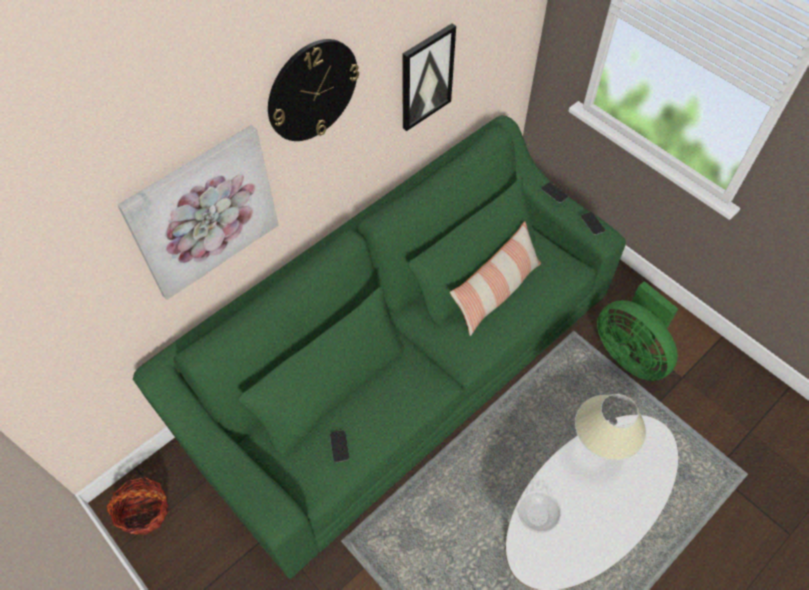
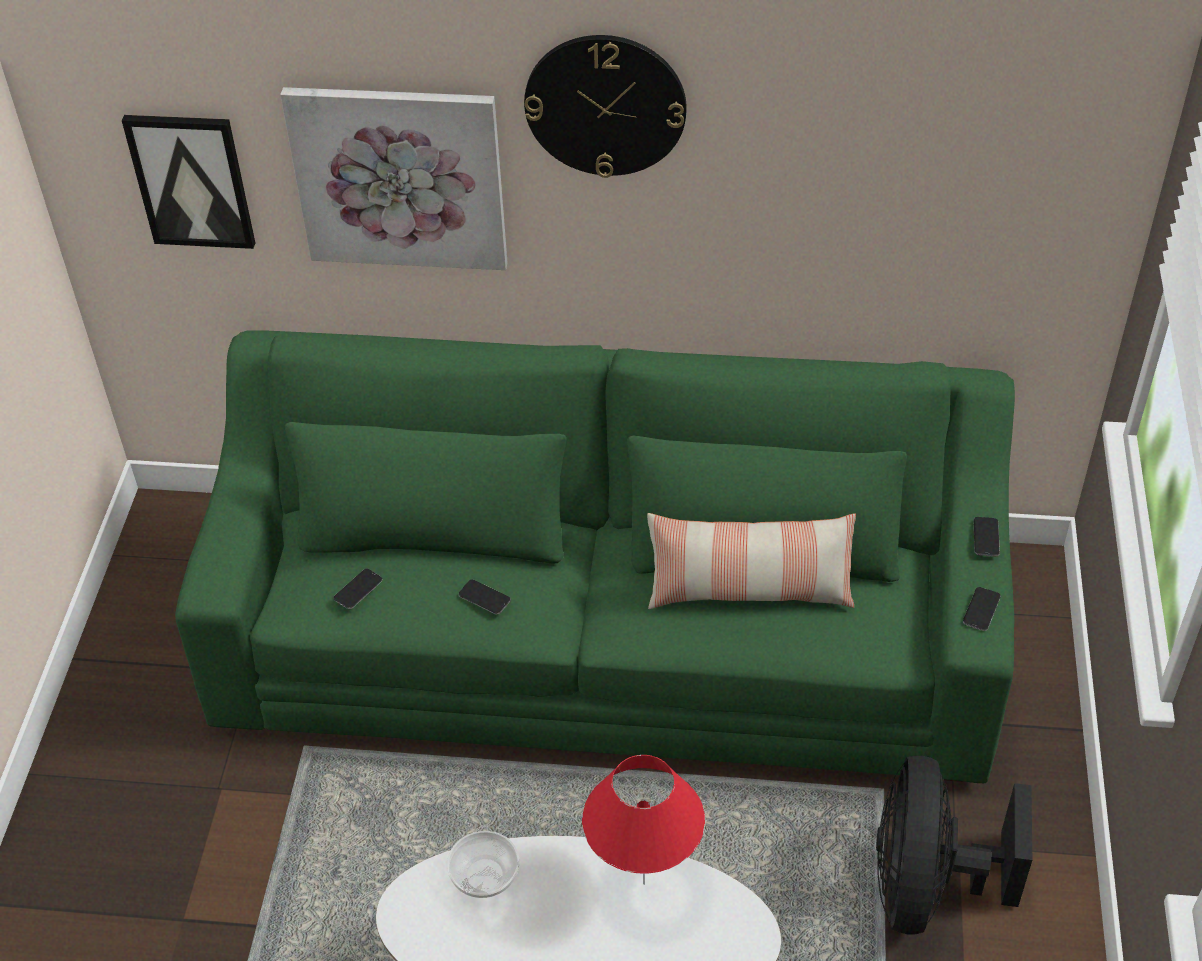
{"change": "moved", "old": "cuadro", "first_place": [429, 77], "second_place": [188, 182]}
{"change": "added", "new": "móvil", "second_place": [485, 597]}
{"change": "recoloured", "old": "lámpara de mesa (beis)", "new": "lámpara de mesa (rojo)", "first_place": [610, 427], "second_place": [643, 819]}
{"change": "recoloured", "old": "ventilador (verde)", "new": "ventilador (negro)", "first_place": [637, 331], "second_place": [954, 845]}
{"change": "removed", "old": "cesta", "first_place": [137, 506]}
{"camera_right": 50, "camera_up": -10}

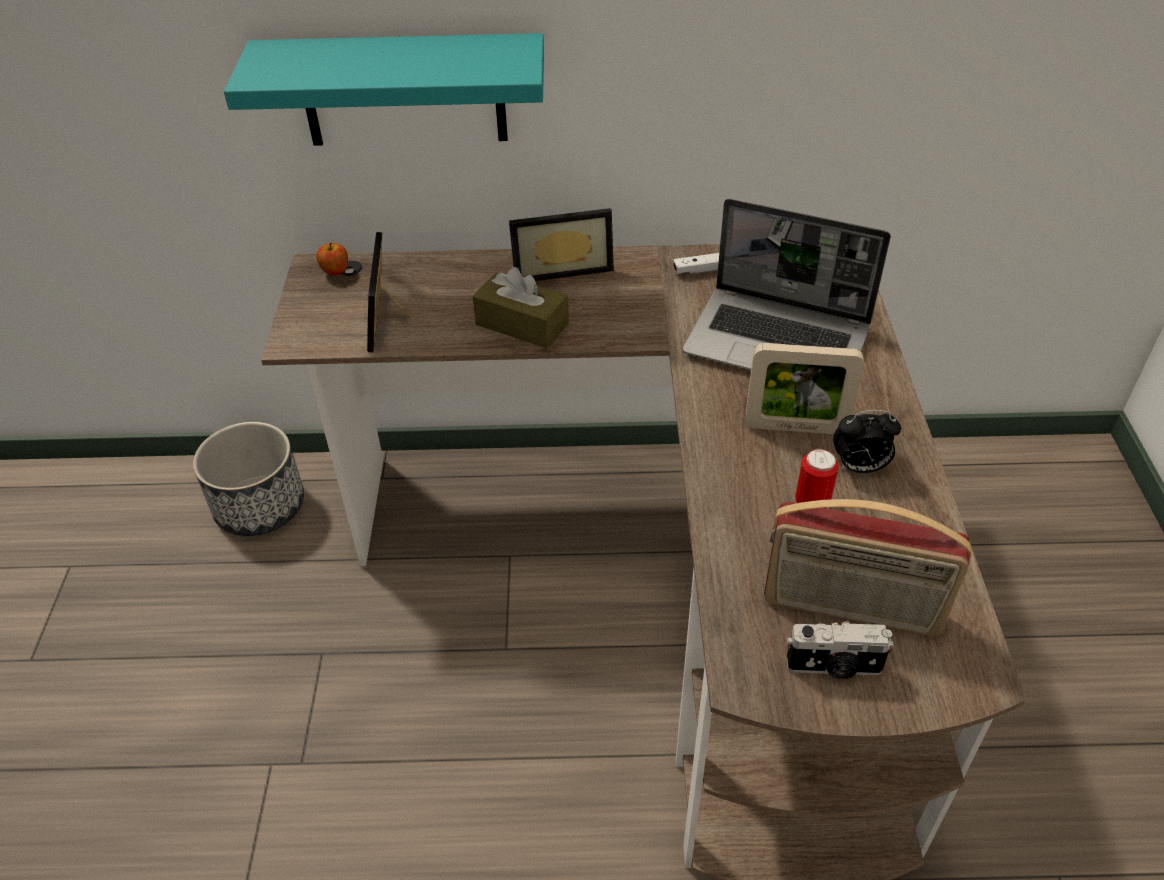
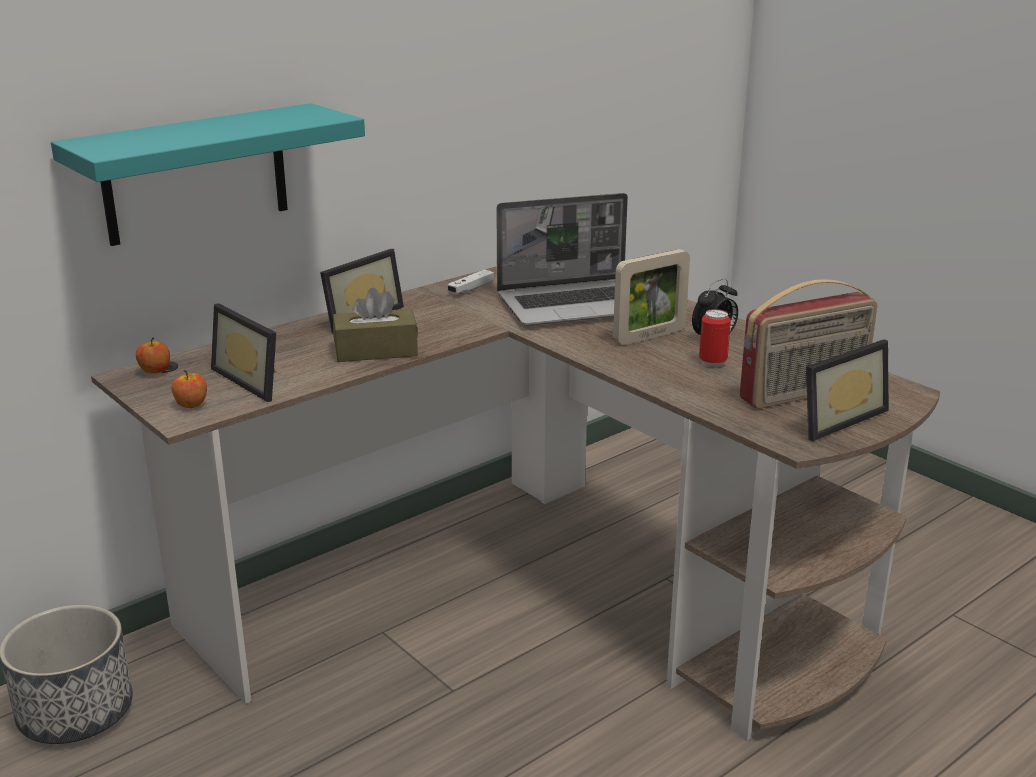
{"change": "added", "new": "manzana", "second_place": [189, 389]}
{"change": "replaced", "old": "cámara", "new": "portarretratos", "first_place": [840, 650], "second_place": [847, 390]}
{"camera_right": -40, "camera_up": -20}

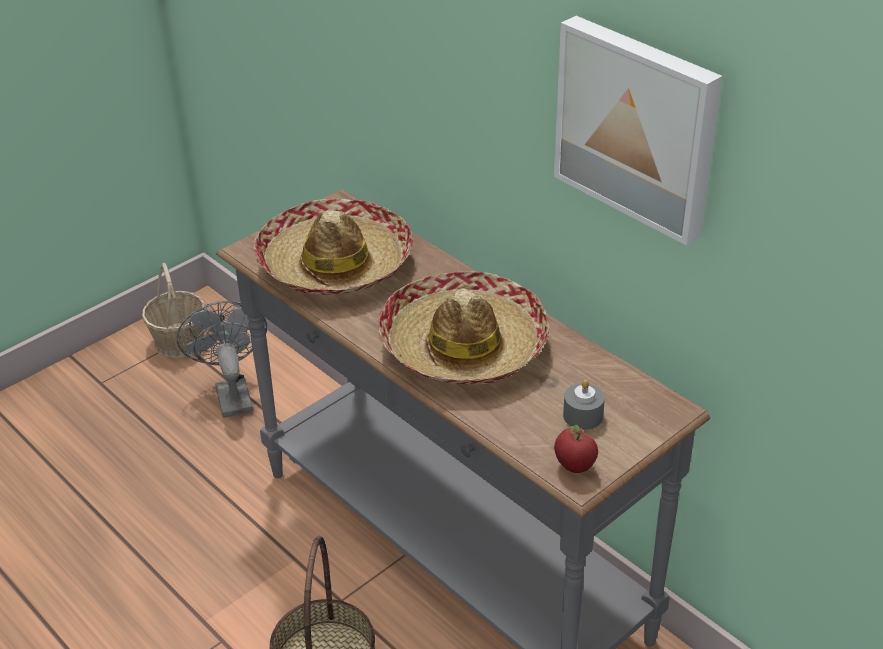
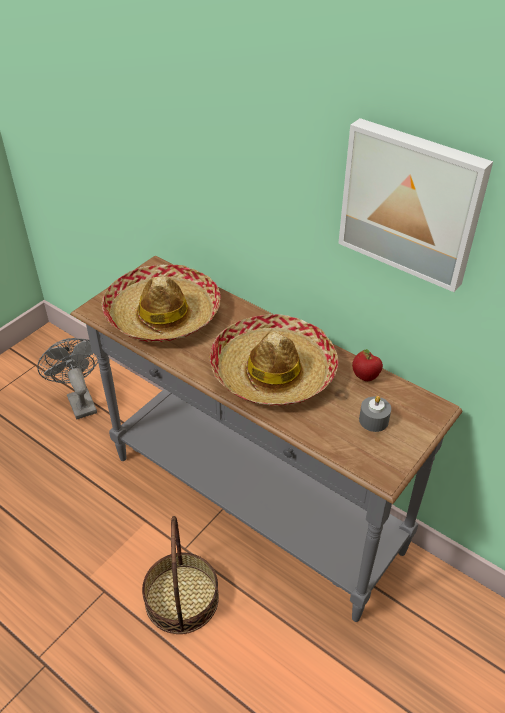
{"change": "moved", "old": "manzana", "first_place": [576, 449], "second_place": [367, 365]}
{"change": "removed", "old": "cesta", "first_place": [174, 310]}
{"camera_right": -10, "camera_up": 5}

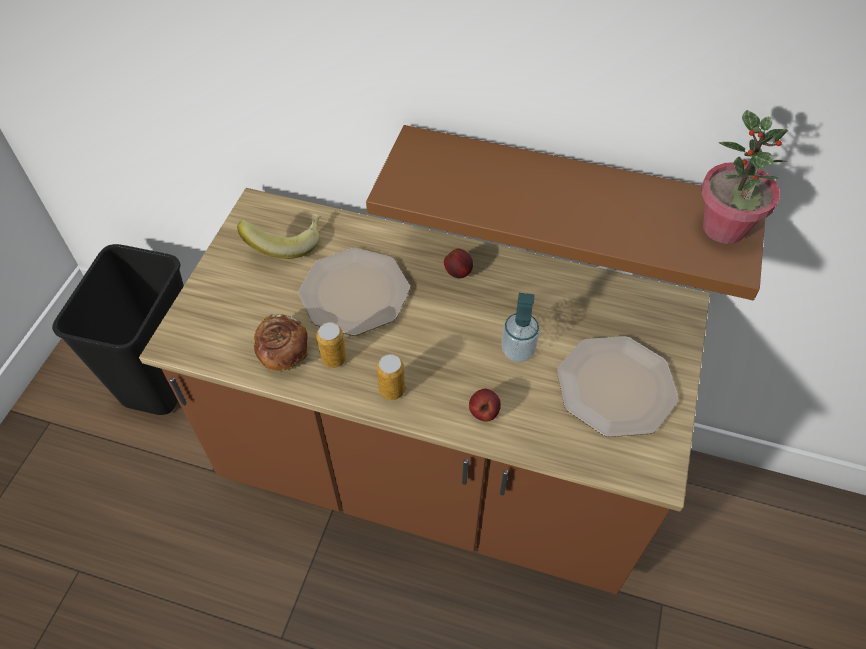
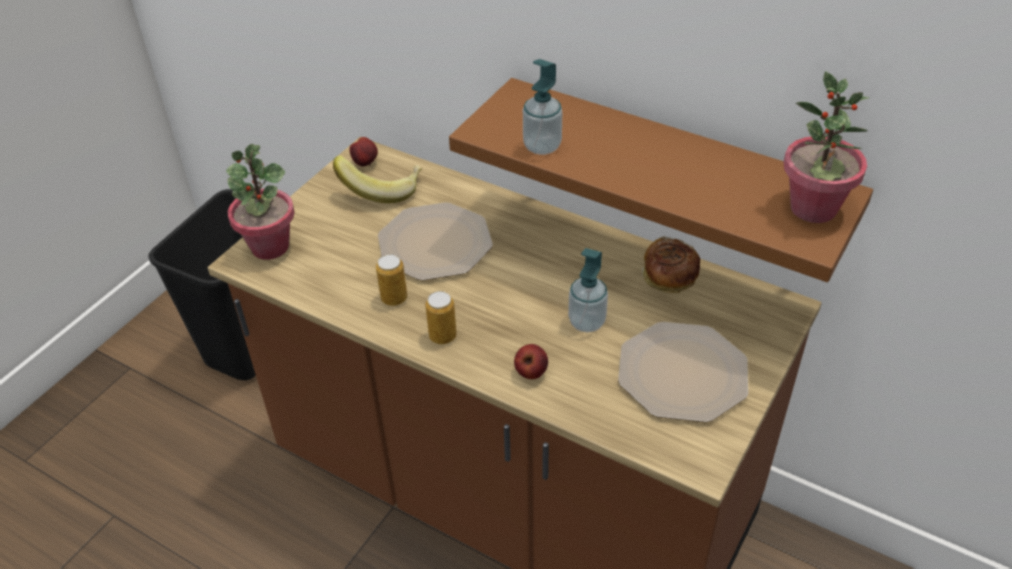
{"change": "added", "new": "planta en maceta", "second_place": [260, 202]}
{"change": "moved", "old": "manzana", "first_place": [458, 263], "second_place": [364, 152]}
{"change": "added", "new": "dispensador de jabón", "second_place": [542, 107]}
{"change": "moved", "old": "pan", "first_place": [281, 343], "second_place": [671, 264]}
{"camera_right": 15, "camera_up": -10}

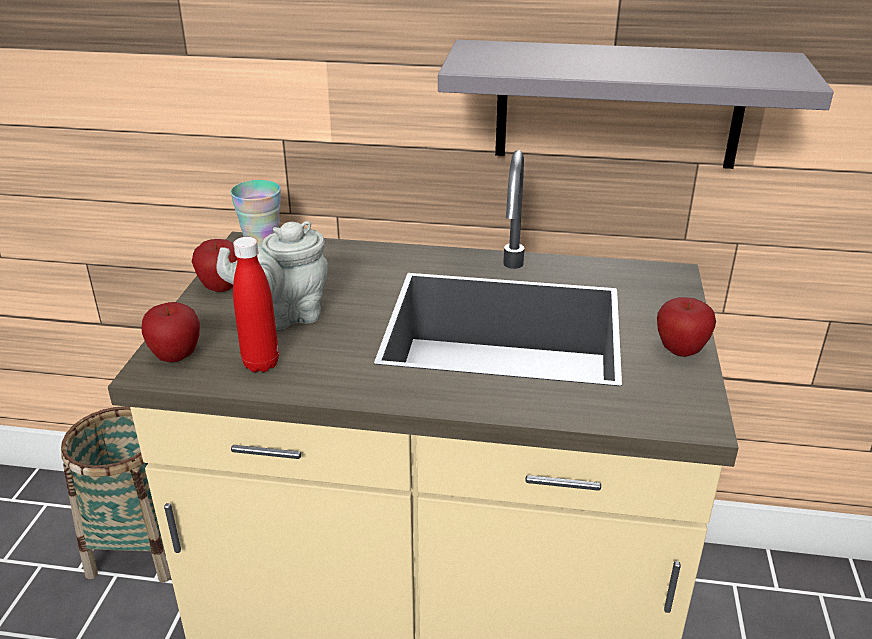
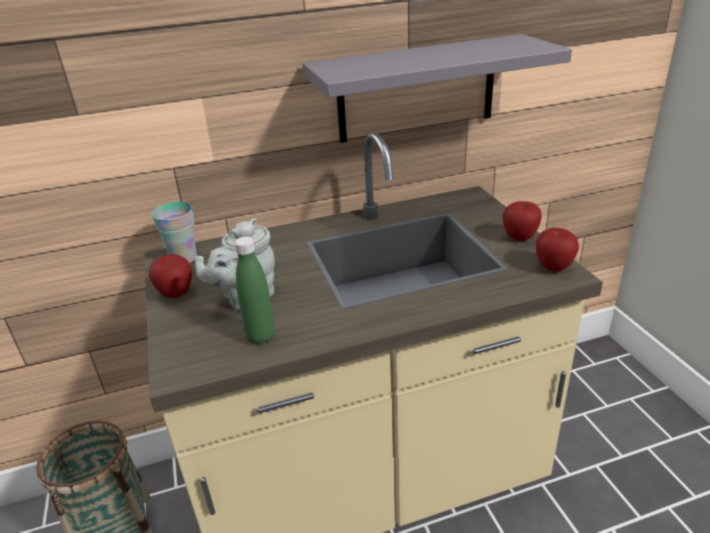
{"change": "recoloured", "old": "botella (rojo)", "new": "botella (verde)", "first_place": [256, 304], "second_place": [254, 290]}
{"change": "moved", "old": "manzana", "first_place": [170, 332], "second_place": [557, 250]}
{"camera_right": -25, "camera_up": 0}

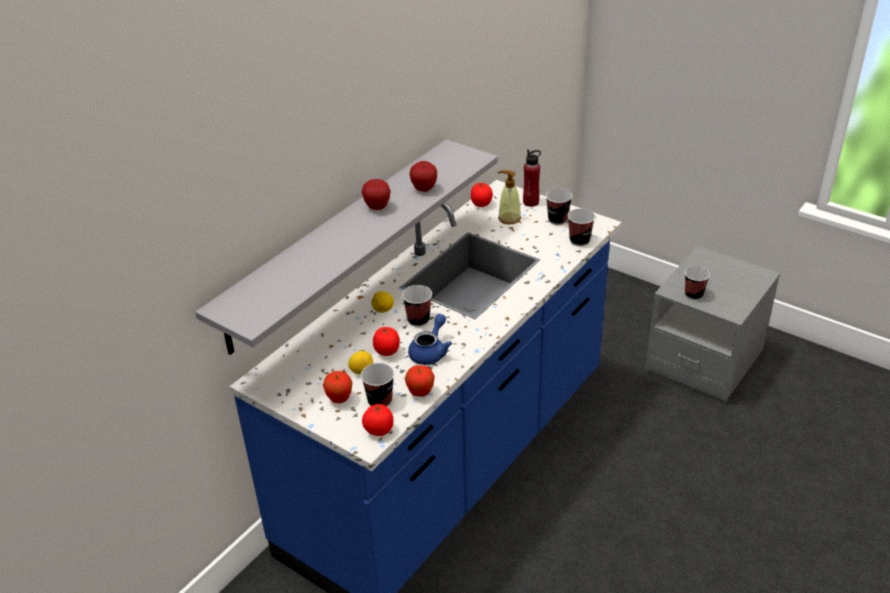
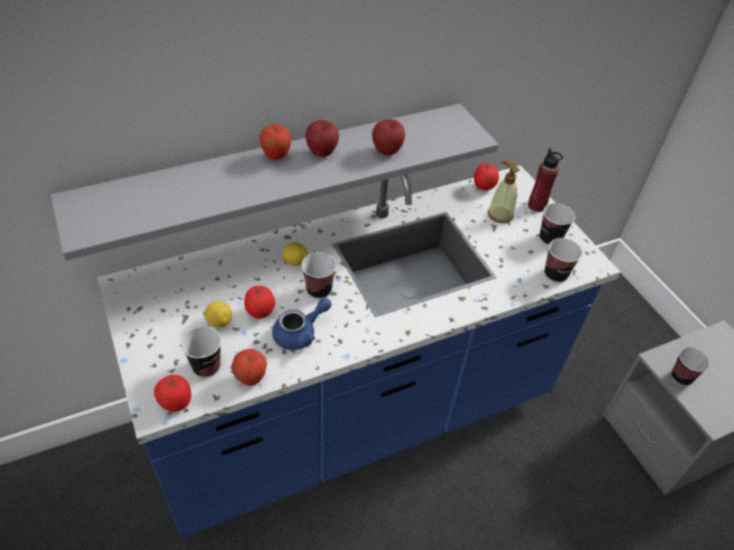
{"change": "moved", "old": "manzana", "first_place": [337, 387], "second_place": [275, 142]}
{"camera_right": 25, "camera_up": 10}

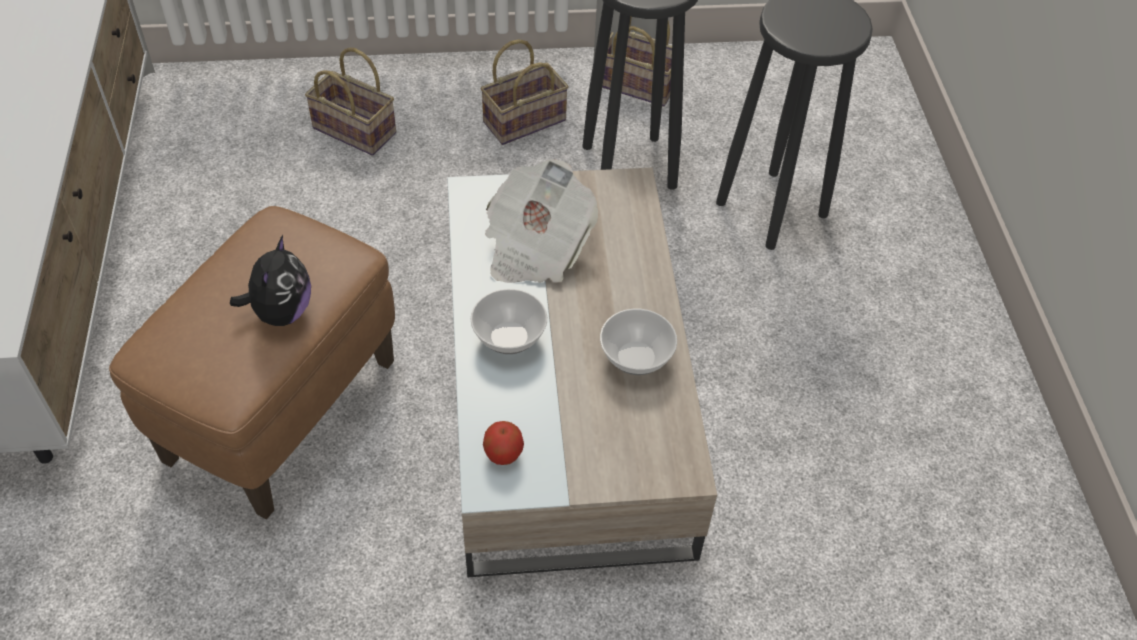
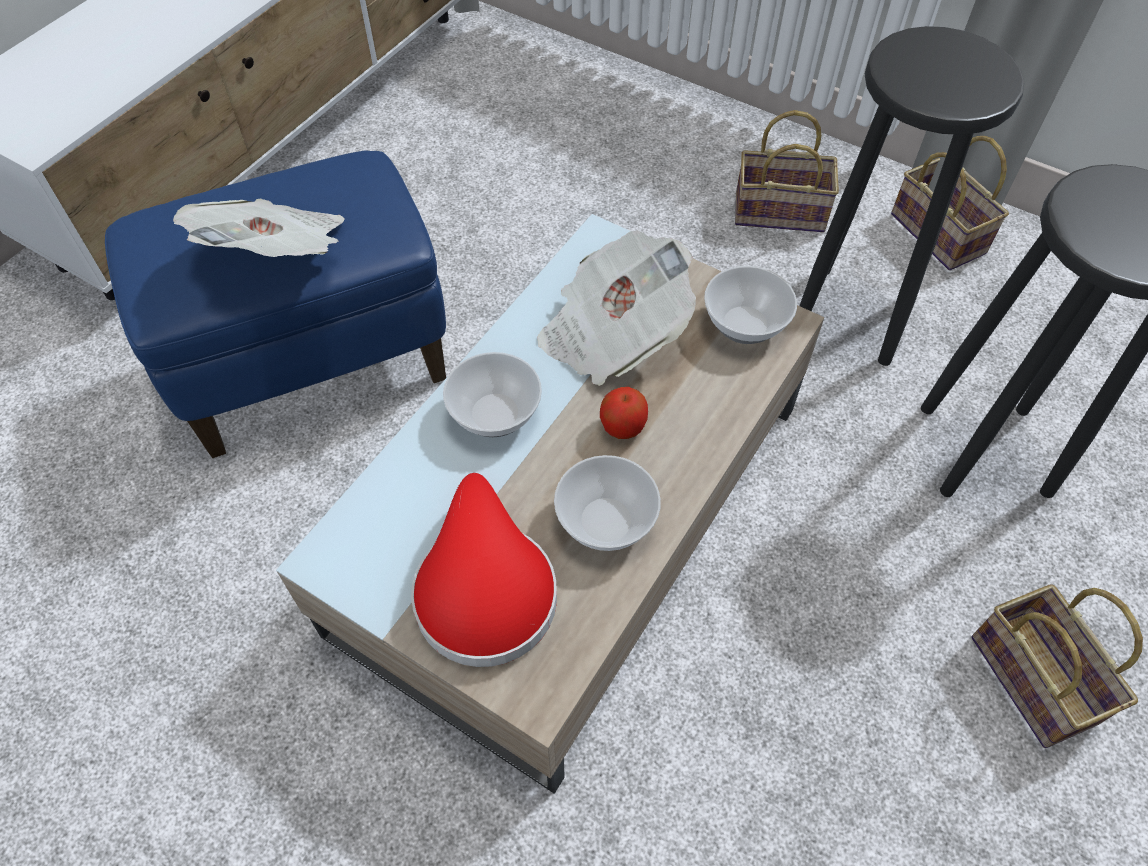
{"change": "recoloured", "old": "puf (marrón)", "new": "puf (azul)", "first_place": [252, 362], "second_place": [275, 304]}
{"change": "replaced", "old": "peluche", "new": "periódico", "first_place": [270, 280], "second_place": [259, 228]}
{"change": "added", "new": "sombrero (rojo)", "second_place": [484, 570]}
{"change": "moved", "old": "manzana", "first_place": [503, 443], "second_place": [624, 413]}
{"change": "added", "new": "cuenco", "second_place": [750, 305]}
{"change": "moved", "old": "cesta", "first_place": [350, 102], "second_place": [1057, 666]}
{"camera_right": 40, "camera_up": 5}

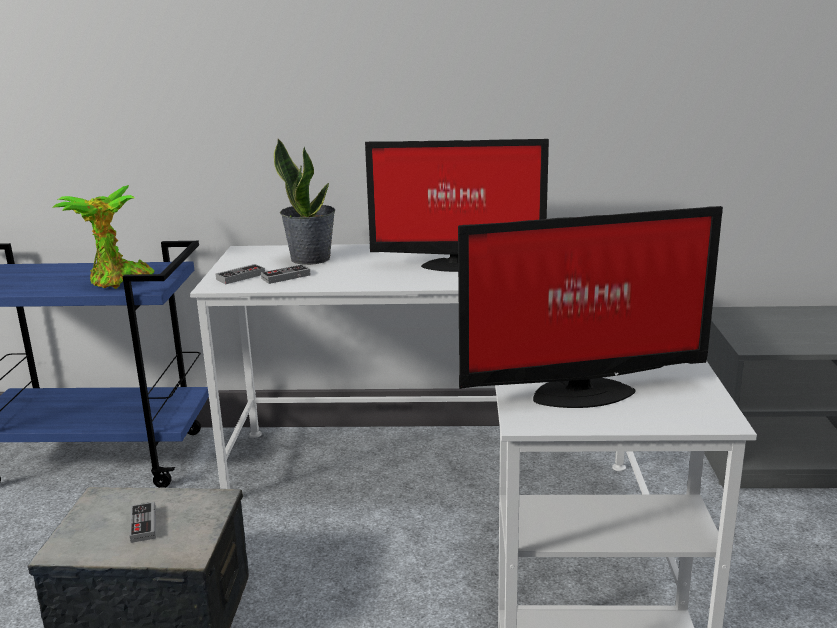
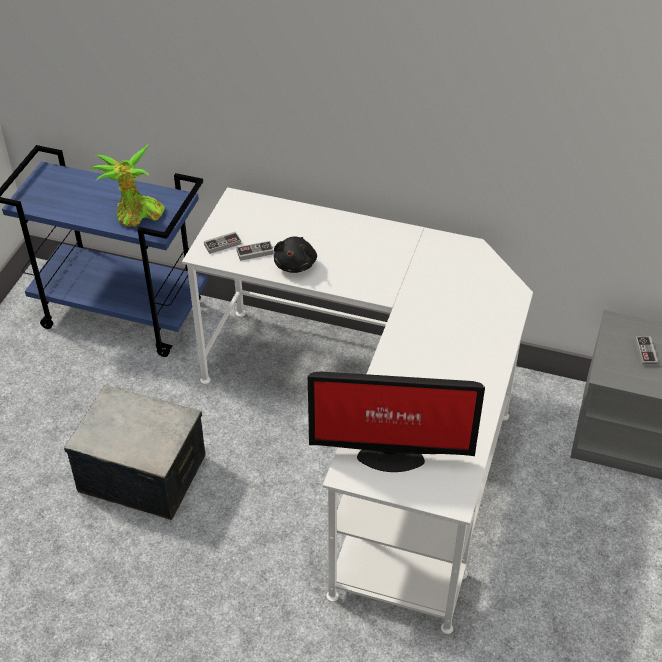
{"change": "added", "new": "peluche (negro)", "second_place": [295, 254]}
{"change": "moved", "old": "mando de consola", "first_place": [143, 522], "second_place": [646, 351]}
{"change": "removed", "old": "planta en maceta", "first_place": [304, 202]}
{"change": "removed", "old": "monitor", "first_place": [457, 205]}
{"camera_right": 15, "camera_up": 25}

